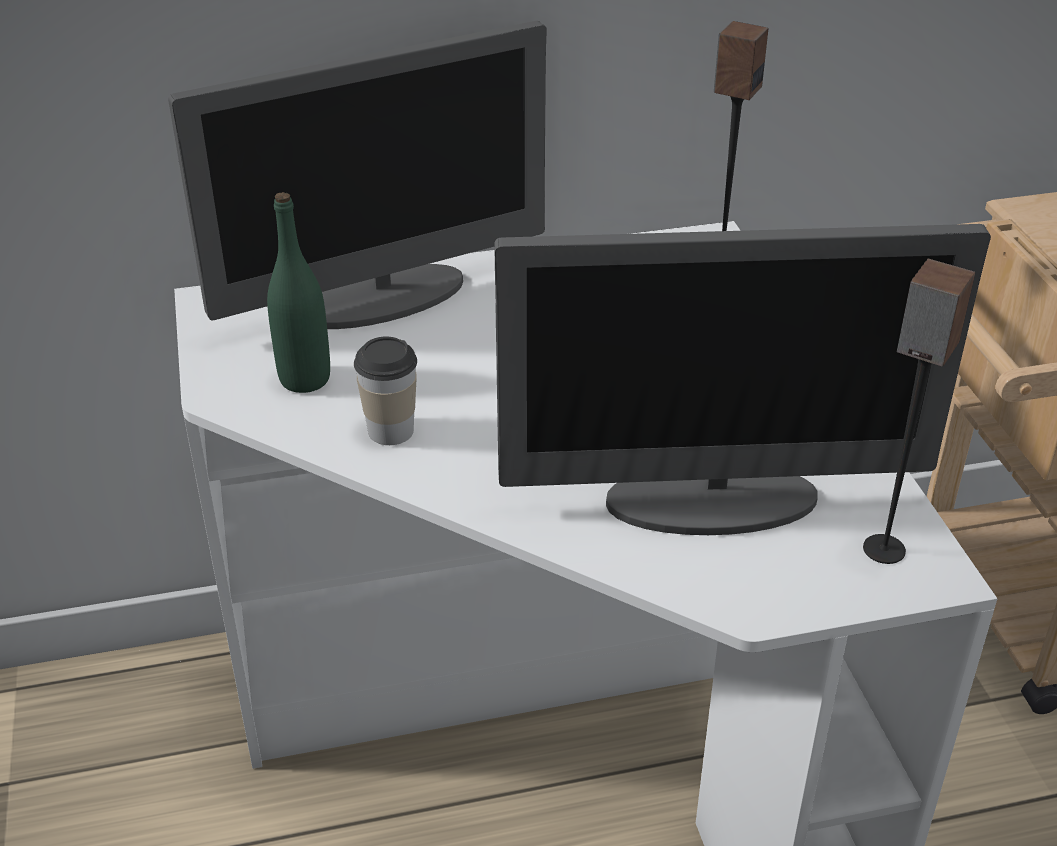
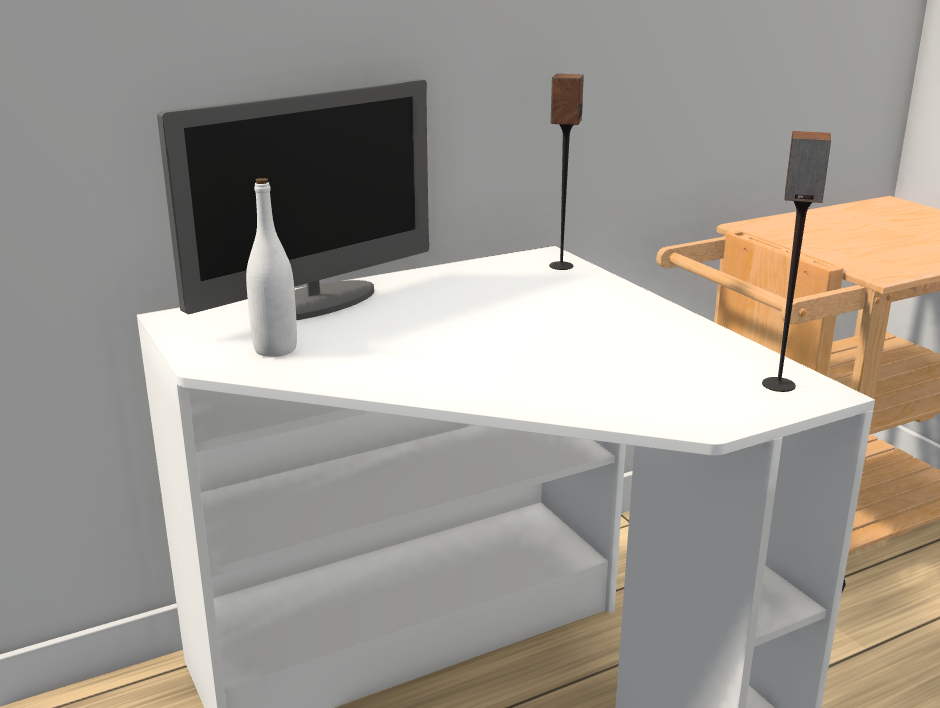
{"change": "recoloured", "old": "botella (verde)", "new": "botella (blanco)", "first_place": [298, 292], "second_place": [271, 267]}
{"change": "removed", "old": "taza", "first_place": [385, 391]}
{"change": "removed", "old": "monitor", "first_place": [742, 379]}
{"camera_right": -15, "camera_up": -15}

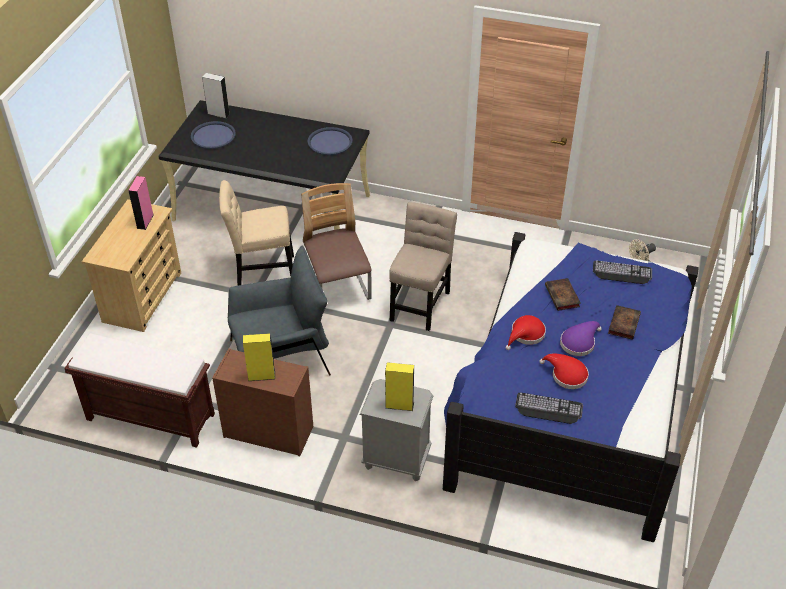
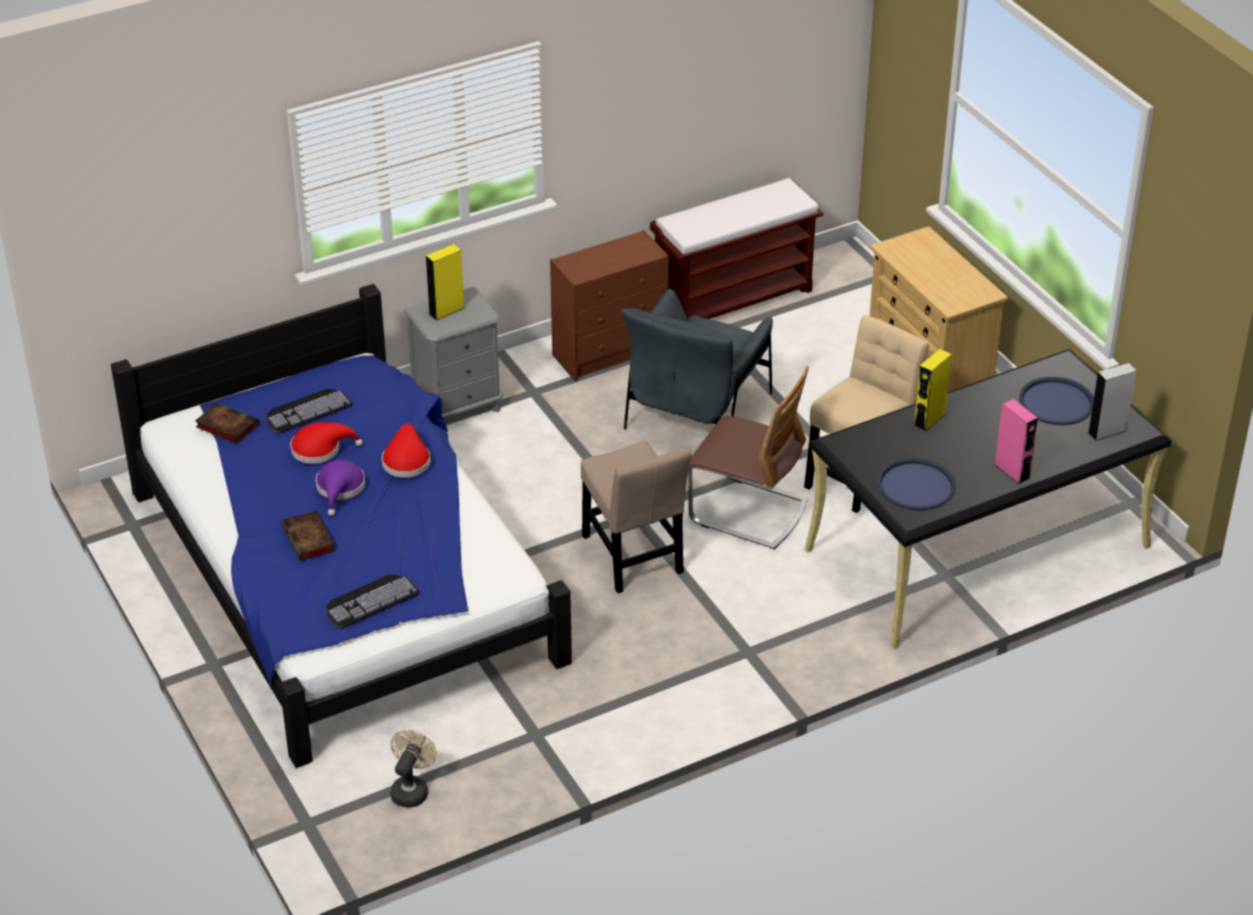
{"change": "moved", "old": "libro", "first_place": [563, 294], "second_place": [227, 423]}
{"change": "moved", "old": "altavoz (amarillo)", "first_place": [259, 357], "second_place": [933, 390]}
{"change": "moved", "old": "altavoz (rosa)", "first_place": [140, 203], "second_place": [1016, 441]}
{"camera_right": 135, "camera_up": -5}

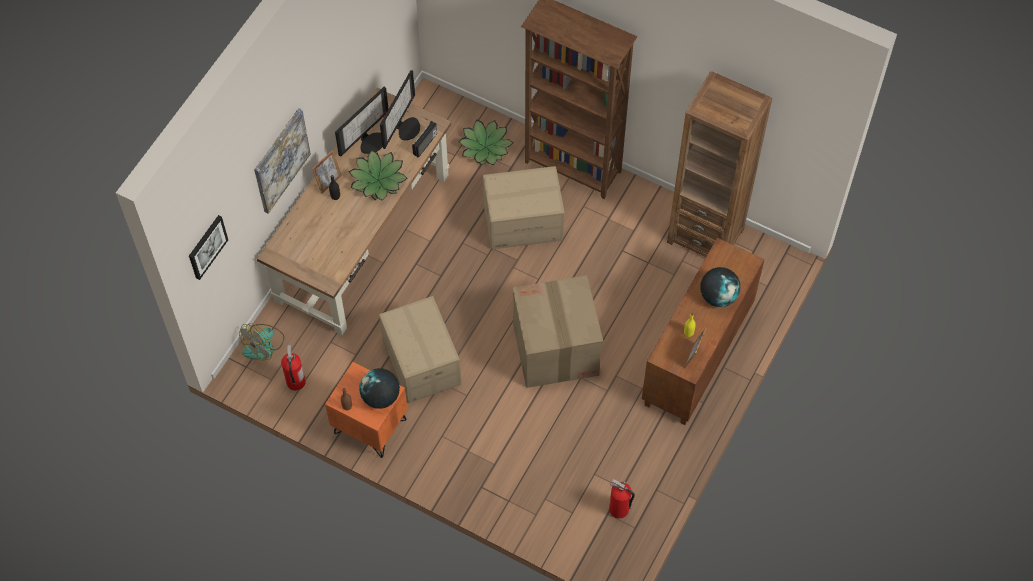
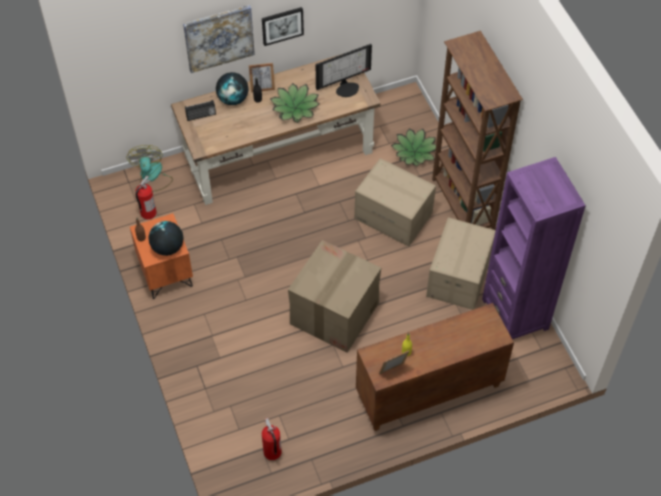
{"change": "turned", "old": "ventilador", "first_place": [261, 342], "second_place": [149, 168], "degrees": 90}
{"change": "moved", "old": "radio", "first_place": [424, 139], "second_place": [200, 110]}
{"change": "moved", "old": "globo terráqueo", "first_place": [720, 287], "second_place": [232, 88]}
{"change": "moved", "old": "cuadro", "first_place": [208, 247], "second_place": [283, 26]}
{"change": "moved", "old": "caja de cartón", "first_place": [420, 349], "second_place": [461, 263]}
{"change": "recoloured", "old": "estantería (marrón)", "new": "estantería (morado)", "first_place": [719, 164], "second_place": [534, 248]}
{"change": "removed", "old": "monitor", "first_place": [361, 121]}
{"camera_right": 40, "camera_up": -5}

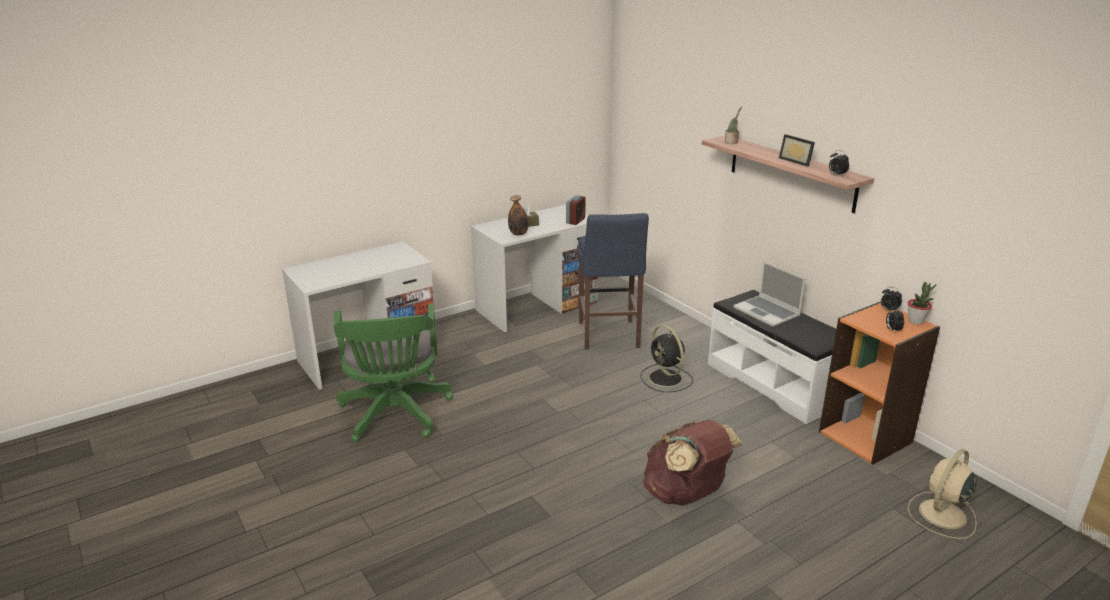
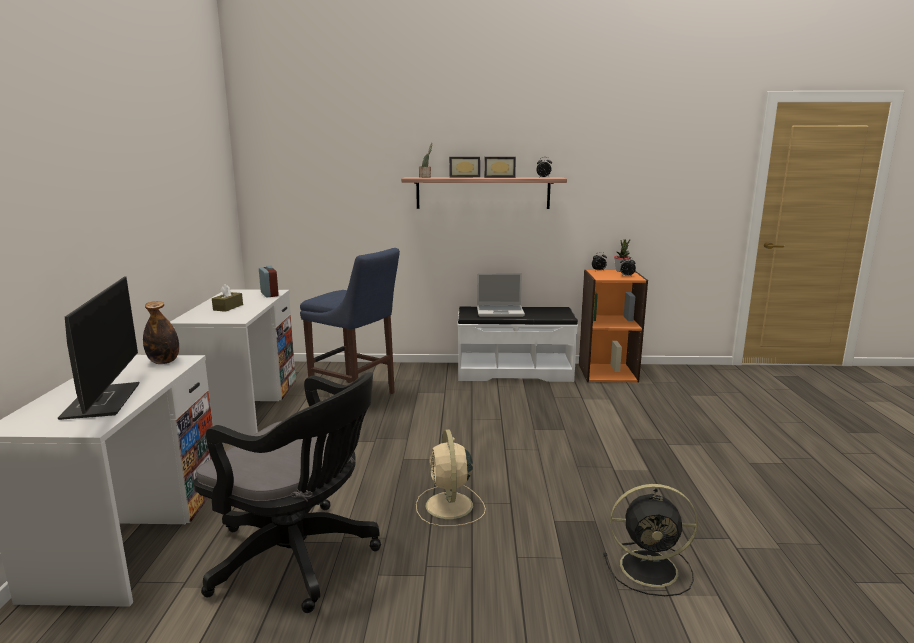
{"change": "added", "new": "monitor", "second_place": [98, 348]}
{"change": "moved", "old": "botella", "first_place": [518, 215], "second_place": [161, 332]}
{"change": "recoloured", "old": "silla de oficina (verde)", "new": "silla de oficina (negro)", "first_place": [393, 372], "second_place": [287, 492]}
{"change": "moved", "old": "ventilador (beis)", "first_place": [942, 494], "second_place": [451, 478]}
{"change": "added", "new": "portarretratos", "second_place": [464, 167]}
{"change": "moved", "old": "ventilador (negro)", "first_place": [666, 358], "second_place": [650, 540]}
{"change": "removed", "old": "mochila (marrón)", "first_place": [693, 463]}
{"camera_right": -55, "camera_up": -10}

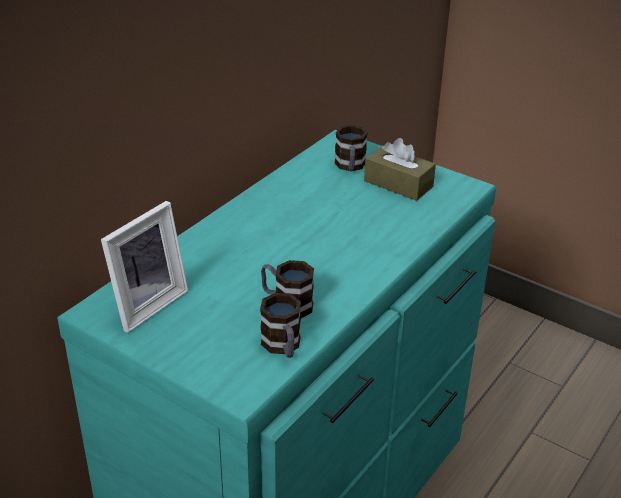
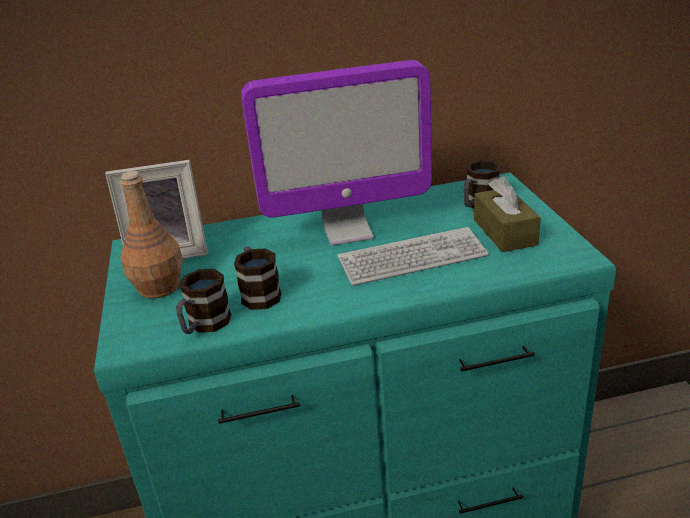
{"change": "added", "new": "botella (marrón)", "second_place": [151, 234]}
{"change": "added", "new": "monitor", "second_place": [336, 152]}
{"change": "added", "new": "teclado", "second_place": [413, 256]}
{"camera_right": 45, "camera_up": -5}

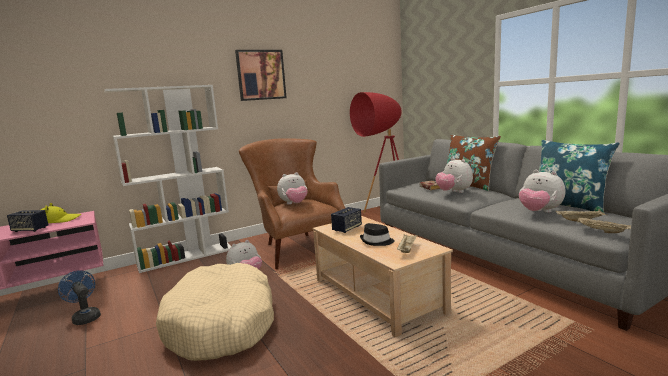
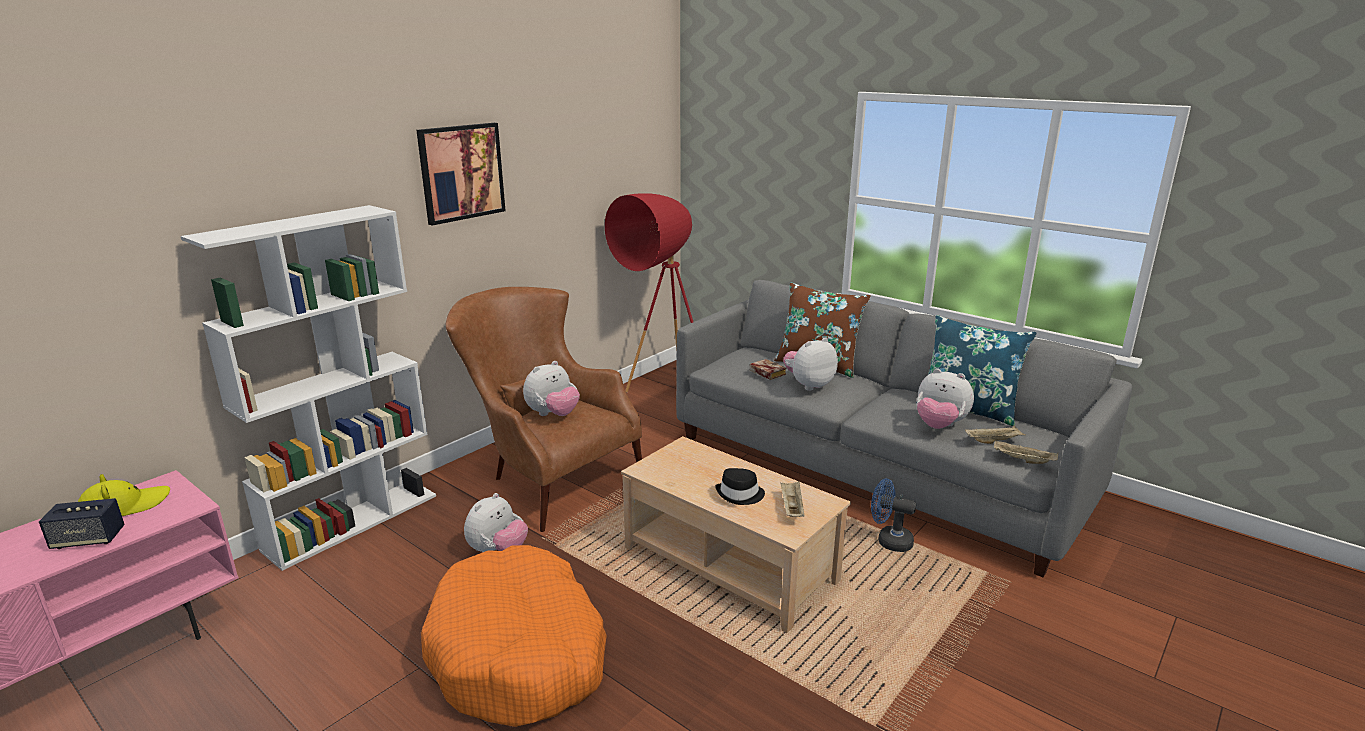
{"change": "recoloured", "old": "cama para perro (beis)", "new": "cama para perro (naranja)", "first_place": [215, 312], "second_place": [514, 636]}
{"change": "turned", "old": "peluche", "first_place": [454, 175], "second_place": [810, 364], "degrees": 105}
{"change": "moved", "old": "ventilador (azul)", "first_place": [79, 297], "second_place": [893, 515]}
{"change": "removed", "old": "altavoz", "first_place": [346, 220]}
{"camera_right": -20, "camera_up": 10}

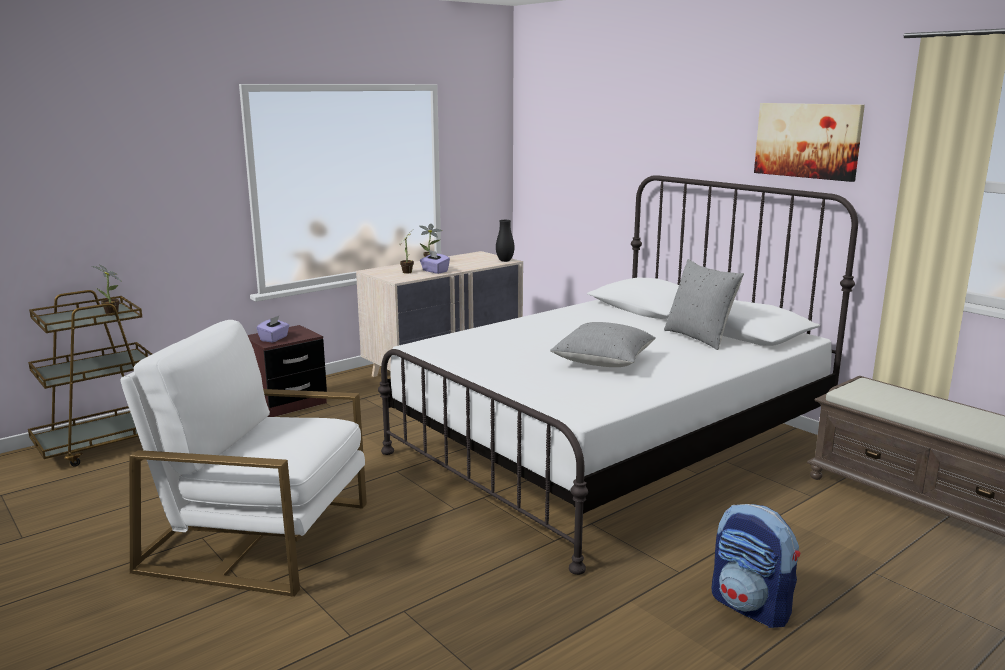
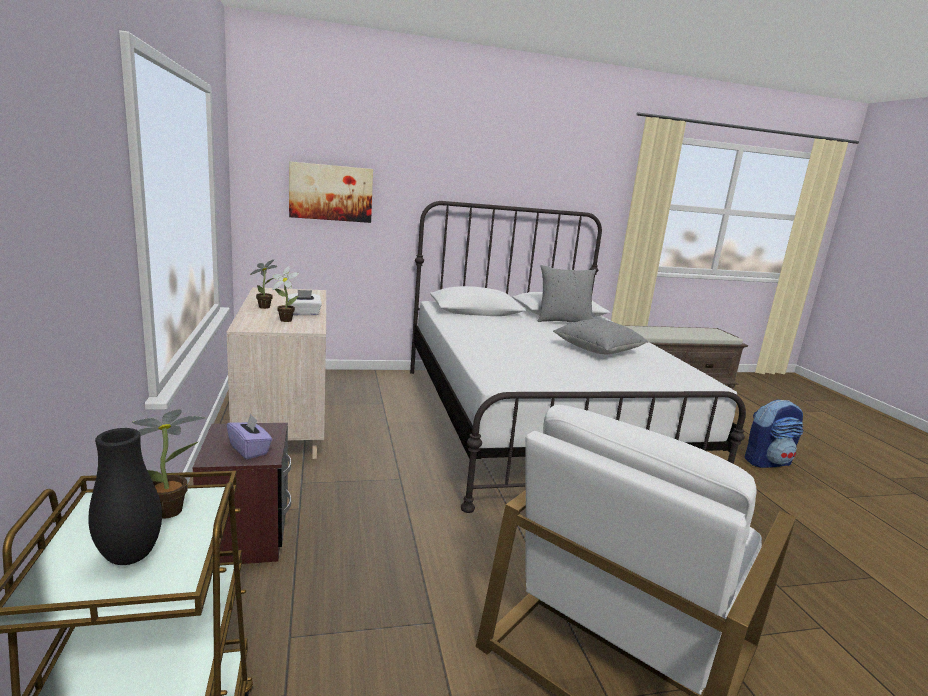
{"change": "moved", "old": "florero (negro)", "first_place": [505, 241], "second_place": [125, 496]}
{"change": "recoloured", "old": "caja de pañuelos (morado)", "new": "caja de pañuelos (blanco)", "first_place": [435, 262], "second_place": [305, 302]}
{"change": "moved", "old": "cuadro", "first_place": [809, 142], "second_place": [331, 192]}
{"camera_right": -65, "camera_up": 0}

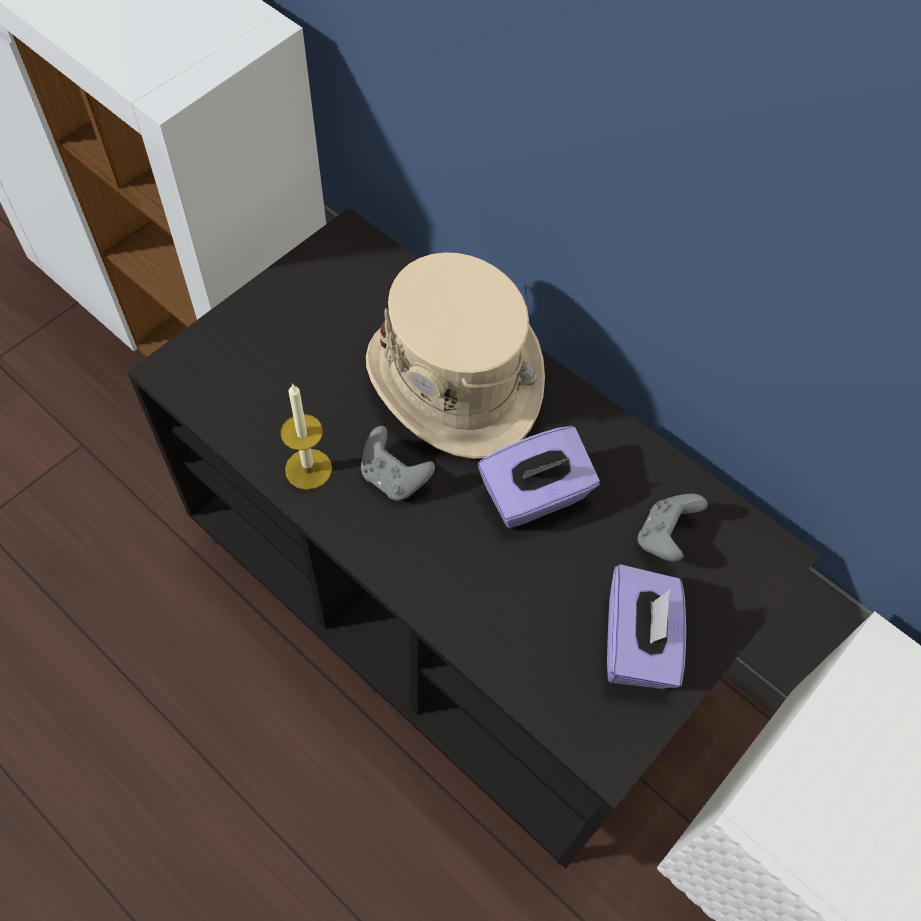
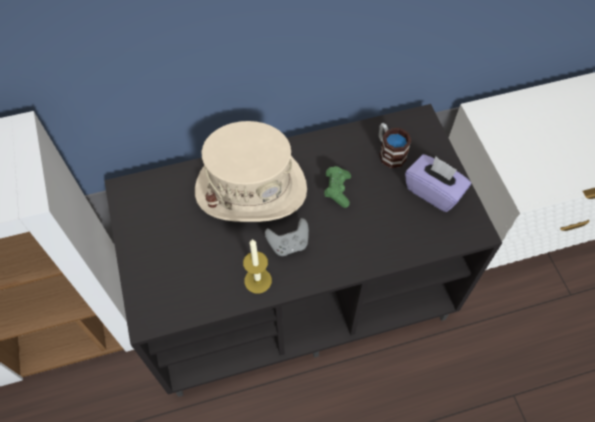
{"change": "replaced", "old": "caja de pañuelos (morado)", "new": "mando de consola (verde)", "first_place": [539, 477], "second_place": [337, 187]}
{"change": "replaced", "old": "mando de consola (gris)", "new": "taza grande", "first_place": [673, 528], "second_place": [395, 145]}
{"camera_right": -55, "camera_up": 0}

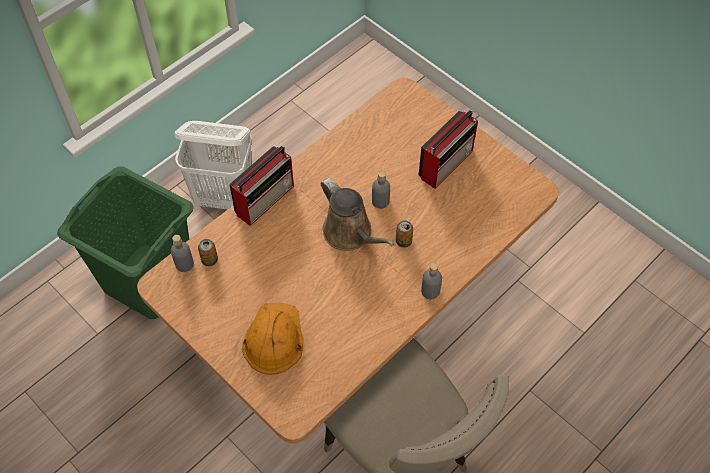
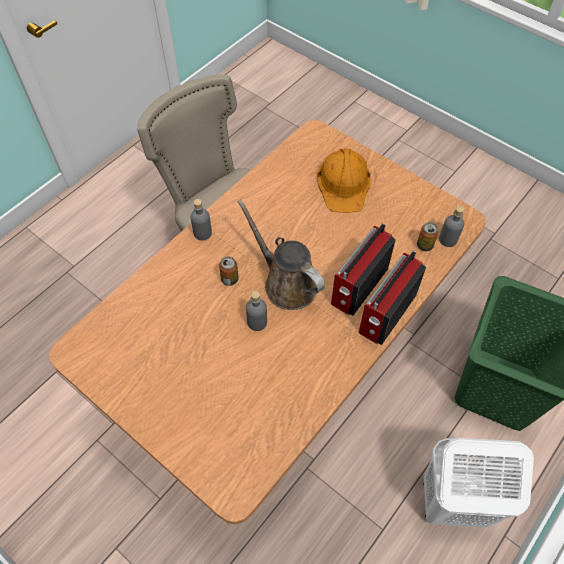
{"change": "moved", "old": "radio", "first_place": [448, 149], "second_place": [363, 269]}
{"camera_right": 175, "camera_up": 0}

